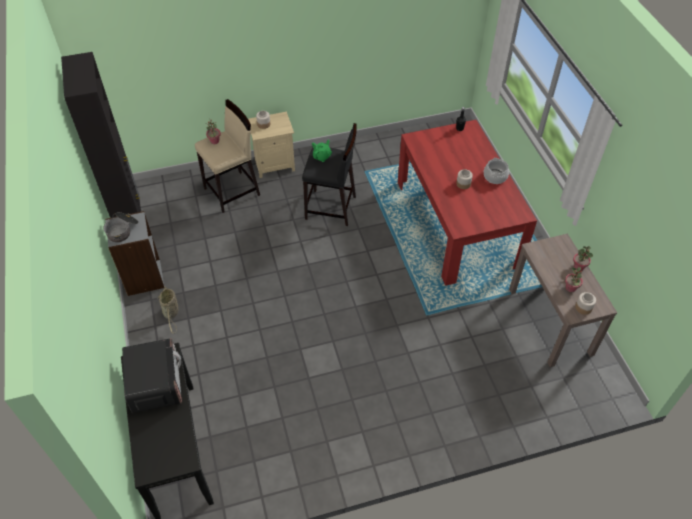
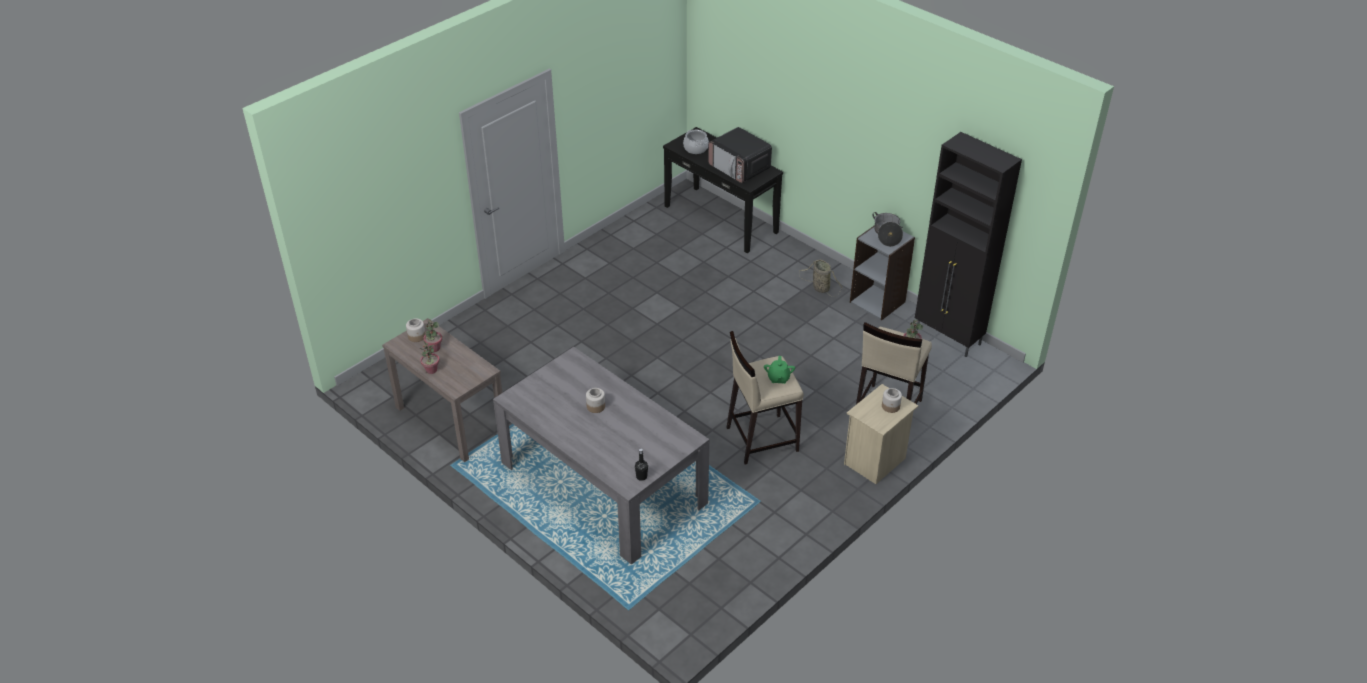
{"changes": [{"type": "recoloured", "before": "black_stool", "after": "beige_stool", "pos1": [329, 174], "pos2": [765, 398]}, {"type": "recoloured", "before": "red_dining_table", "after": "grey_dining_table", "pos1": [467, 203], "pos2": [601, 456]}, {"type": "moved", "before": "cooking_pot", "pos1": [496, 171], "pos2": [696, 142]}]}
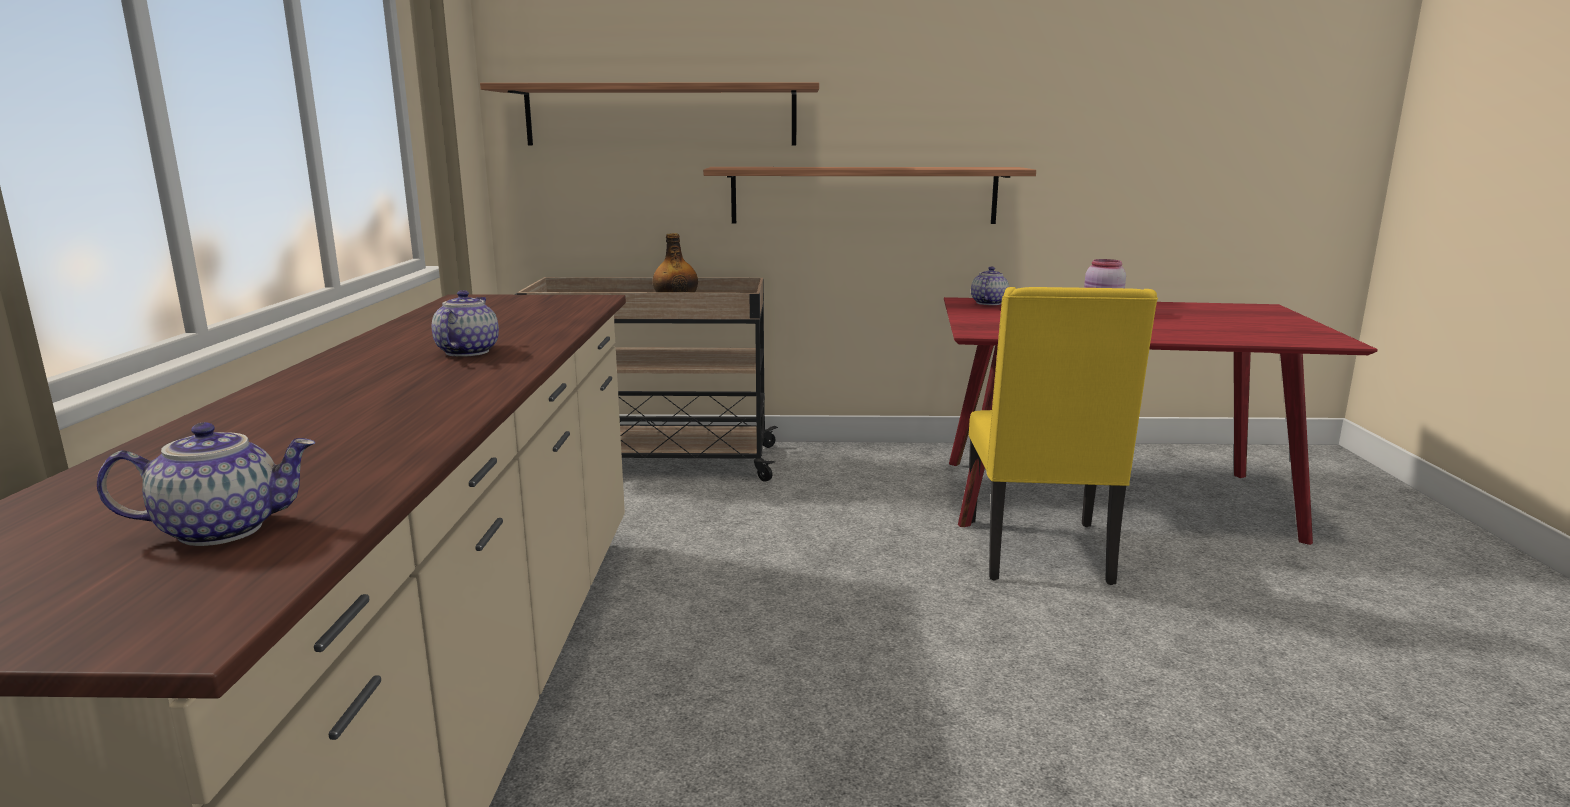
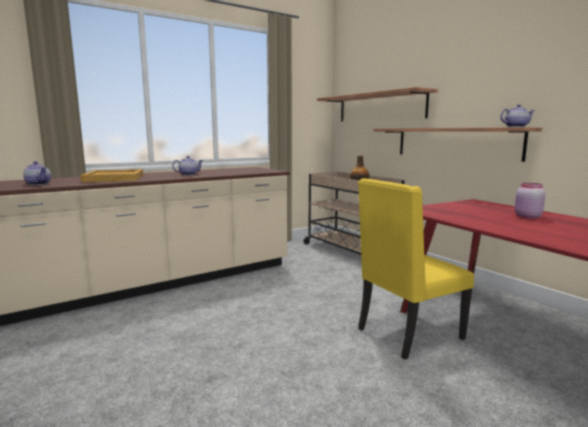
{"changes": [{"type": "moved", "before": "teapot", "pos1": [990, 285], "pos2": [517, 115]}, {"type": "added", "after": "beige_tray", "pos2": [112, 175]}]}
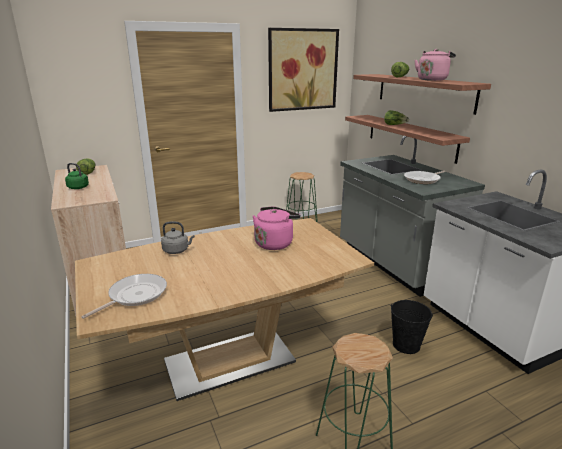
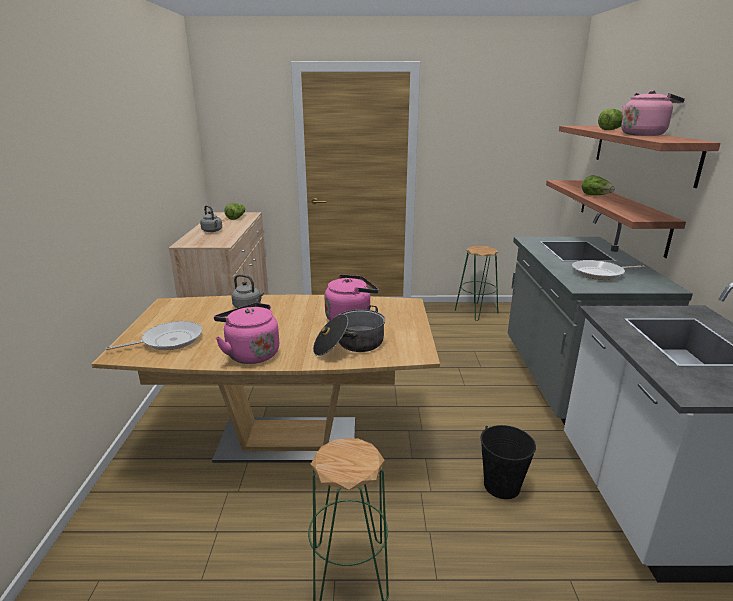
{"changes": [{"type": "recoloured", "before": "green_kettle", "after": "grey_kettle", "pos1": [77, 176], "pos2": [211, 218]}, {"type": "removed", "before": "picture", "pos1": [303, 70]}, {"type": "added", "after": "pink_kettle", "pos2": [246, 333]}, {"type": "added", "after": "cooking_pot", "pos2": [349, 330]}]}
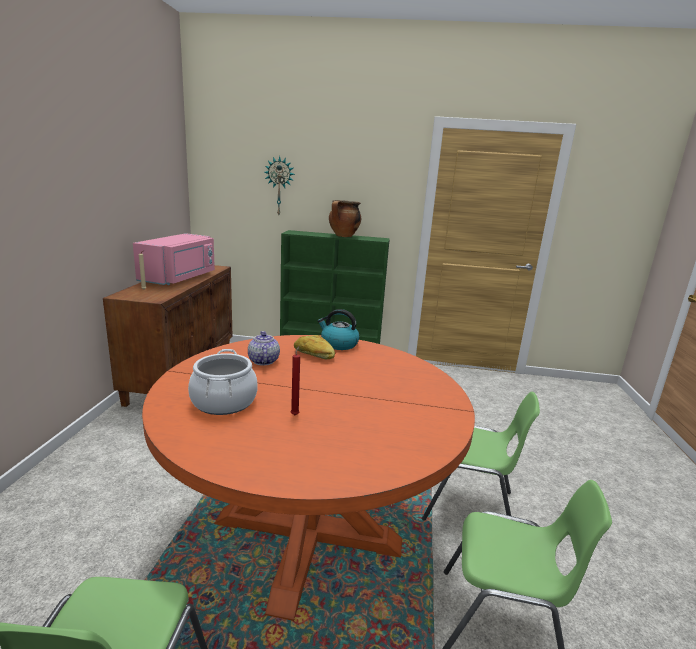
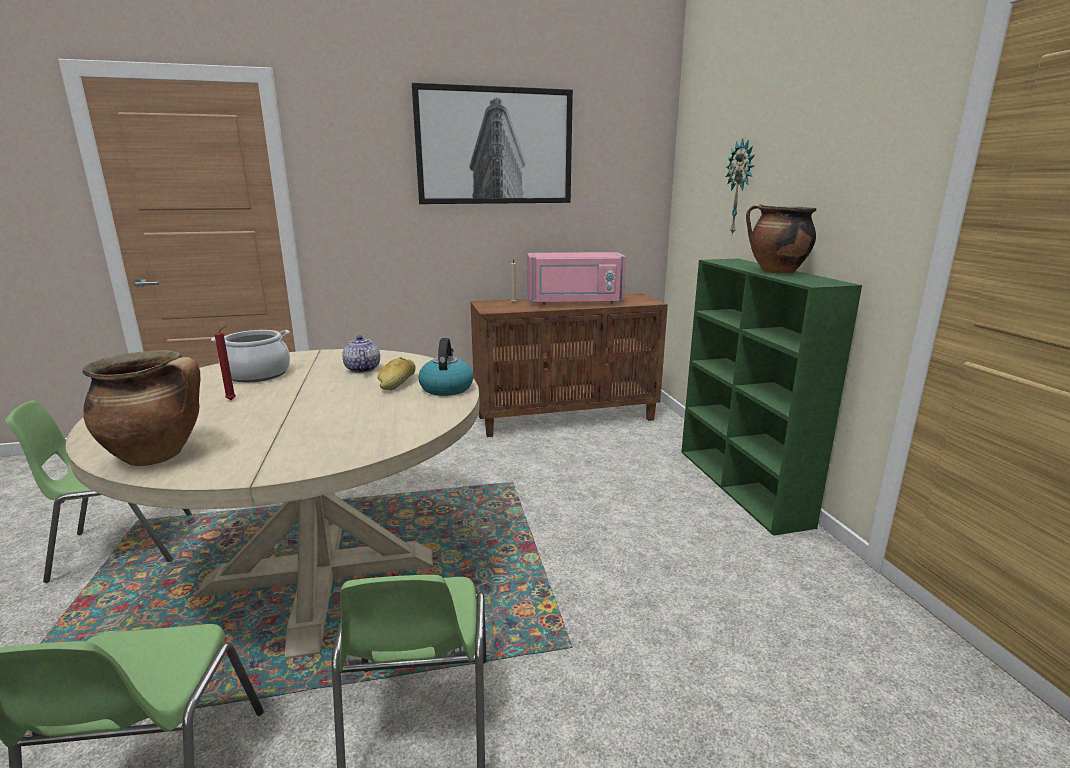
{"changes": [{"type": "recoloured", "before": "orange_dining_table", "after": "beige_dining_table", "pos1": [308, 478], "pos2": [273, 504]}, {"type": "turned", "before": "teapot", "pos1": [264, 348], "pos2": [361, 354], "turn": -75}, {"type": "added", "after": "cooking_pot", "pos2": [141, 408]}, {"type": "added", "after": "picture", "pos2": [492, 143]}]}
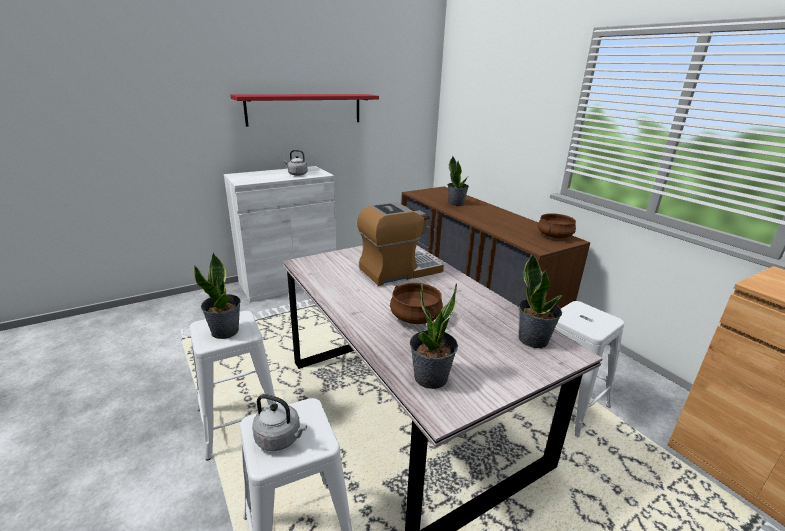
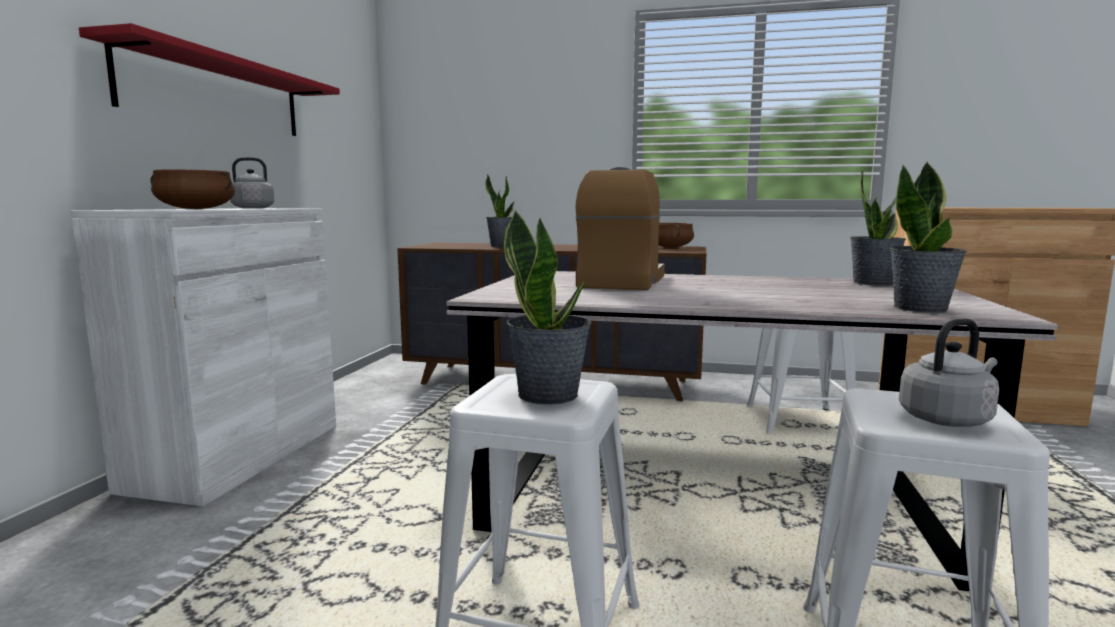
{"changes": [{"type": "moved", "before": "brown_cooking_pot", "pos1": [416, 303], "pos2": [192, 189]}]}
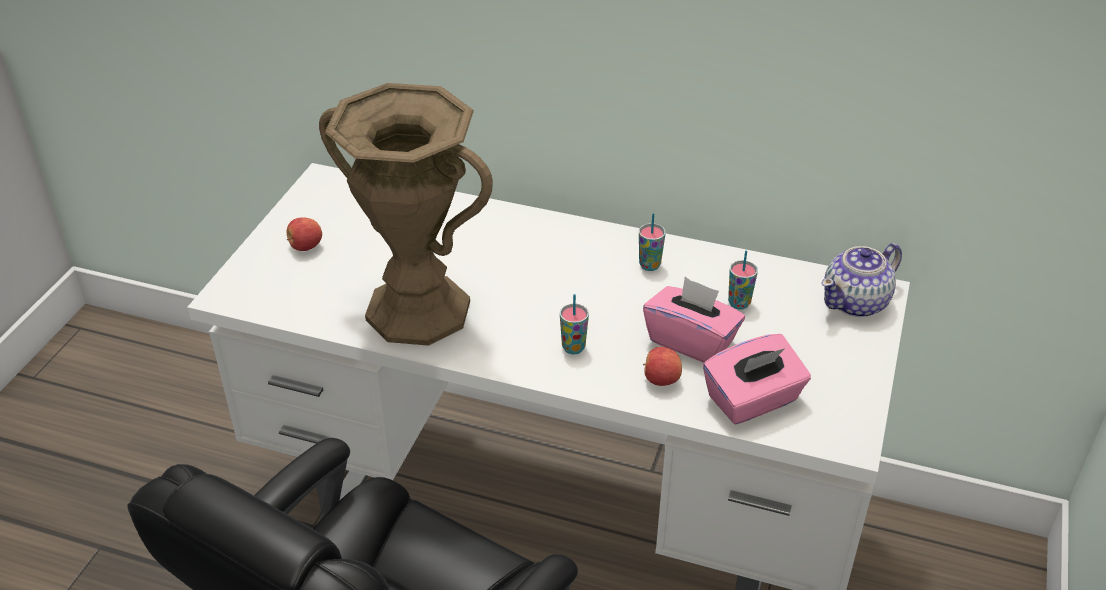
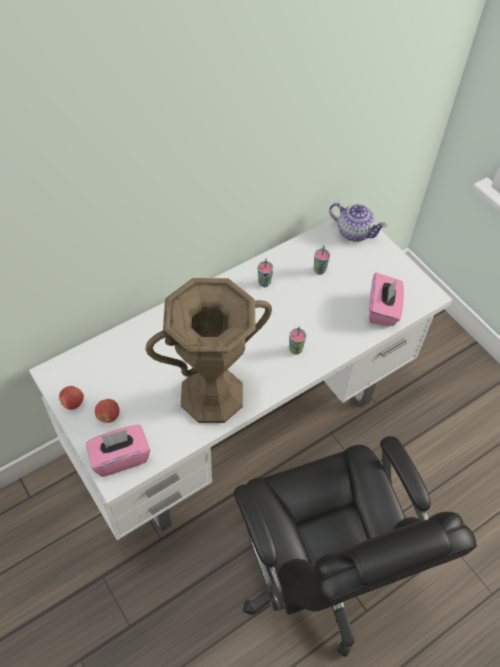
{"changes": [{"type": "moved", "before": "pink_tissue_box", "pos1": [694, 320], "pos2": [118, 451]}, {"type": "moved", "before": "apple", "pos1": [662, 366], "pos2": [71, 398]}, {"type": "turned", "before": "teapot", "pos1": [861, 280], "pos2": [358, 222], "turn": -60}]}
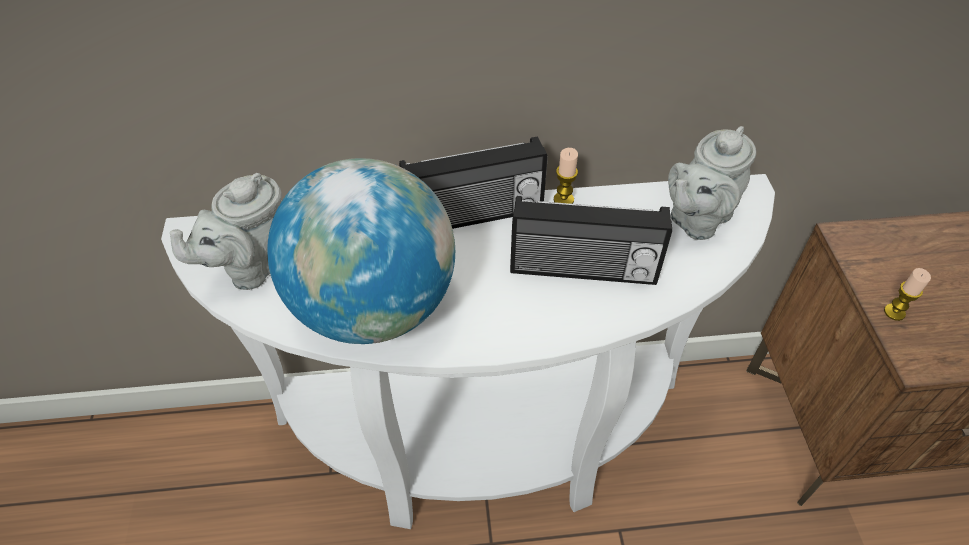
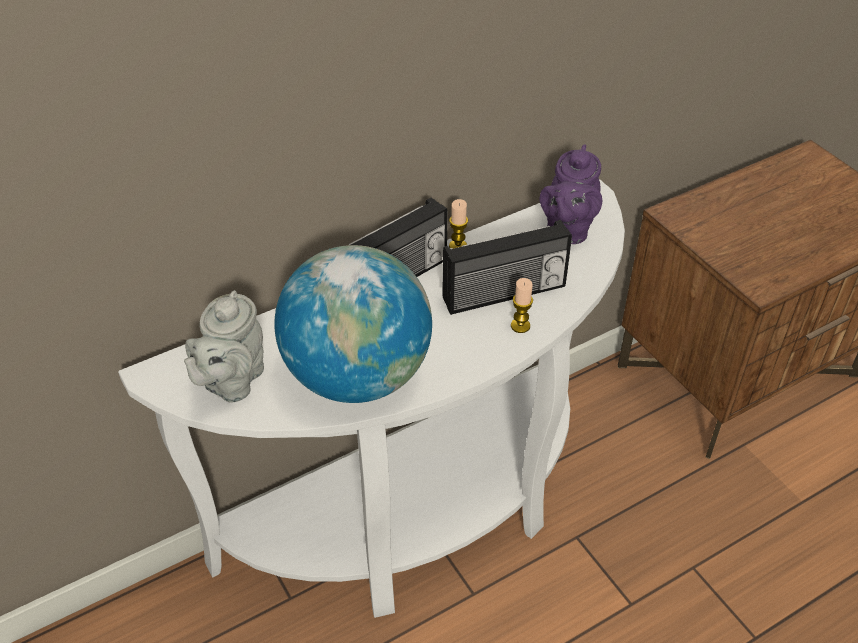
{"changes": [{"type": "recoloured", "before": "grey_teapot", "after": "purple_teapot", "pos1": [712, 183], "pos2": [571, 194]}, {"type": "moved", "before": "candle", "pos1": [907, 294], "pos2": [522, 305]}]}
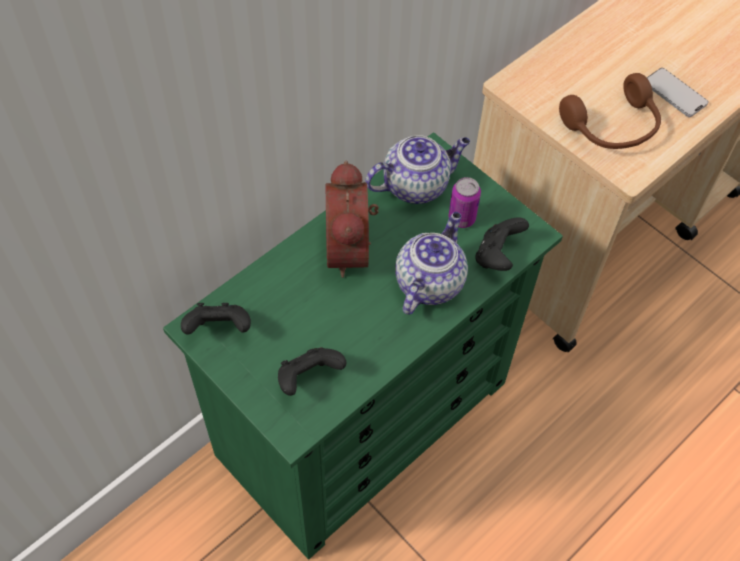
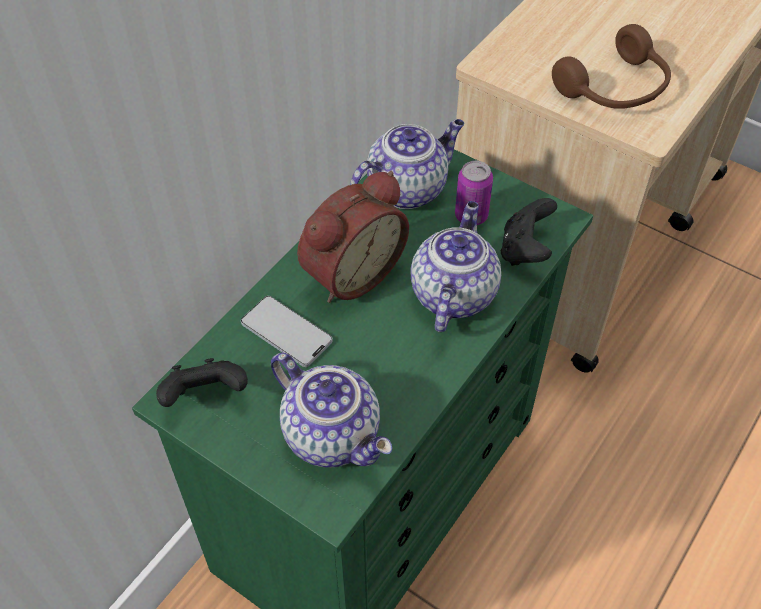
{"changes": [{"type": "replaced", "before": "black_game_controller", "after": "teapot", "pos1": [312, 371], "pos2": [331, 410]}, {"type": "turned", "before": "alarm_clock", "pos1": [352, 219], "pos2": [353, 237], "turn": -120}, {"type": "moved", "before": "phone", "pos1": [678, 92], "pos2": [287, 331]}]}
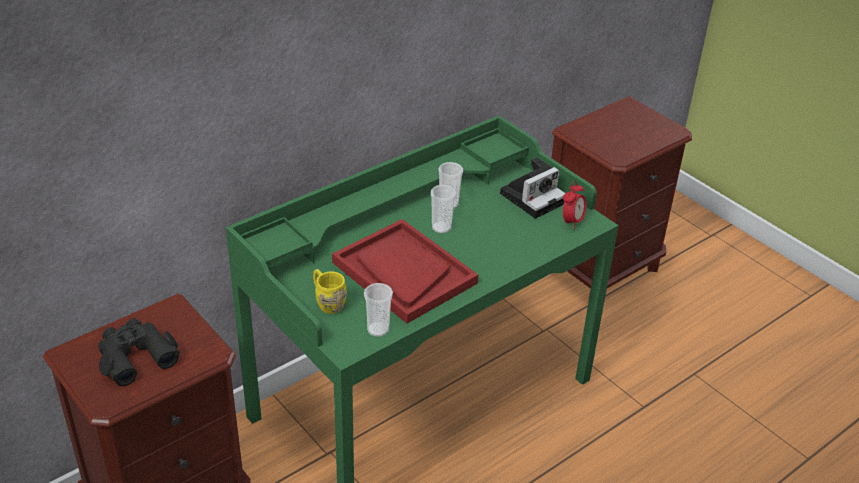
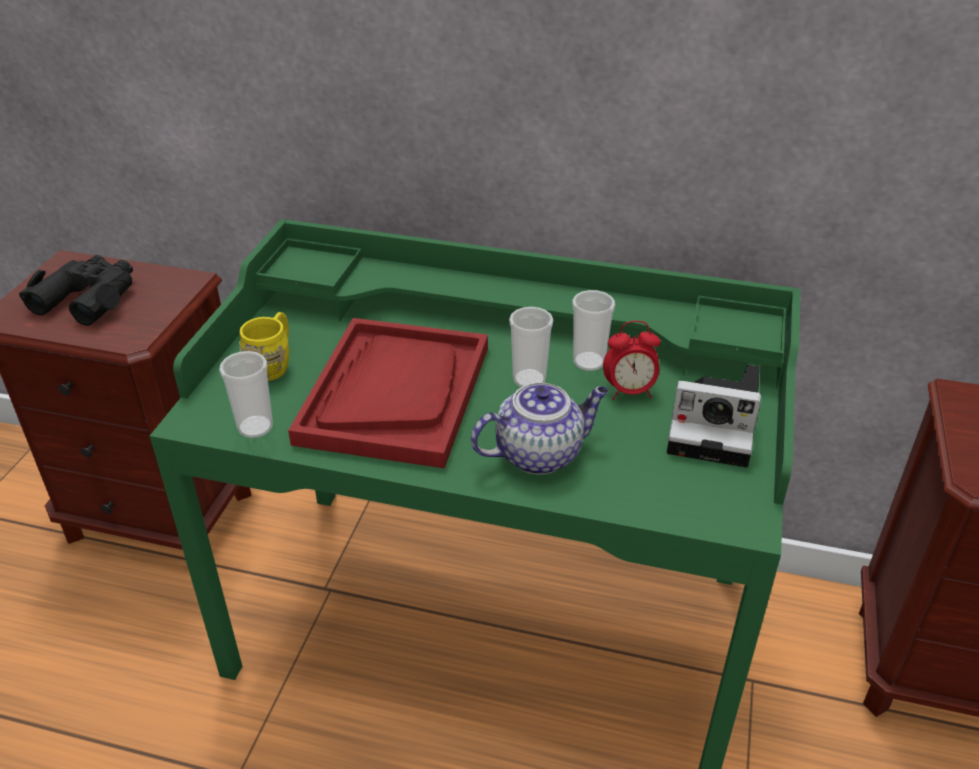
{"changes": [{"type": "moved", "before": "alarm_clock", "pos1": [574, 205], "pos2": [631, 360]}, {"type": "added", "after": "teapot", "pos2": [540, 429]}]}
